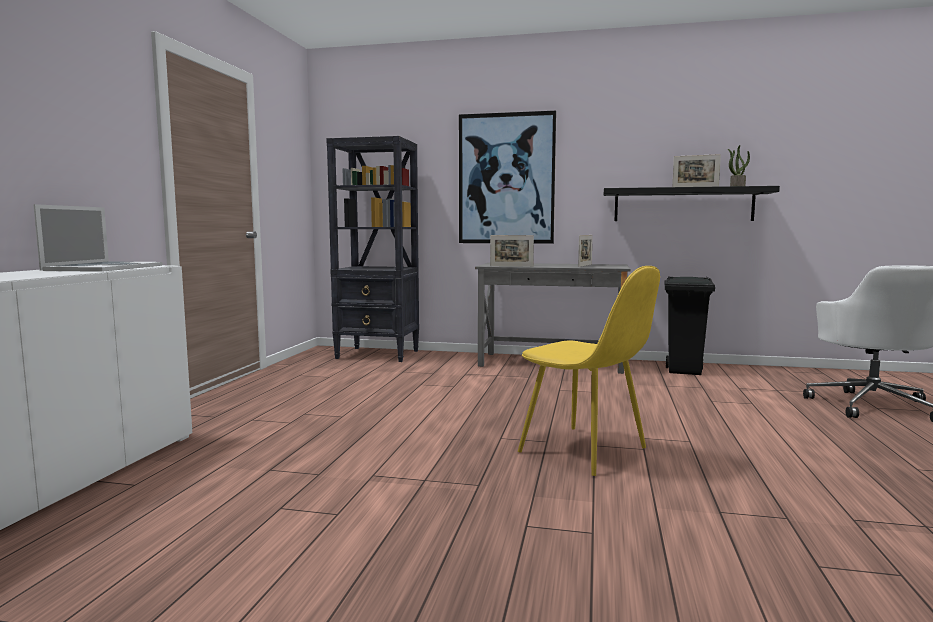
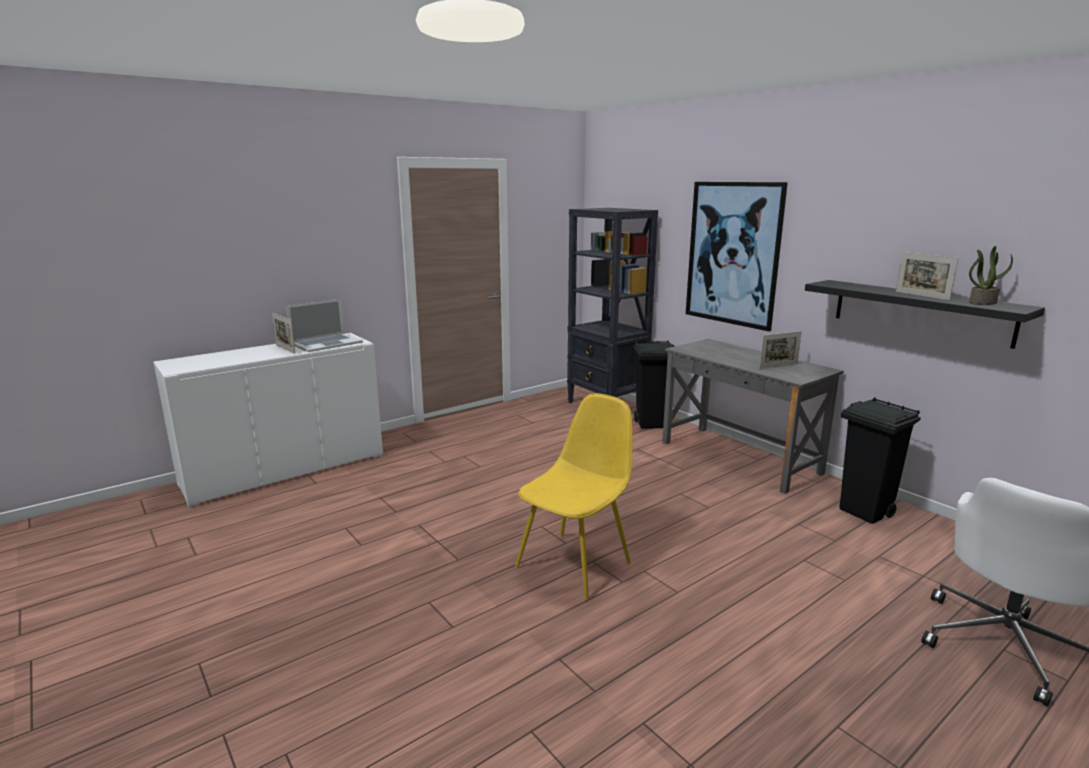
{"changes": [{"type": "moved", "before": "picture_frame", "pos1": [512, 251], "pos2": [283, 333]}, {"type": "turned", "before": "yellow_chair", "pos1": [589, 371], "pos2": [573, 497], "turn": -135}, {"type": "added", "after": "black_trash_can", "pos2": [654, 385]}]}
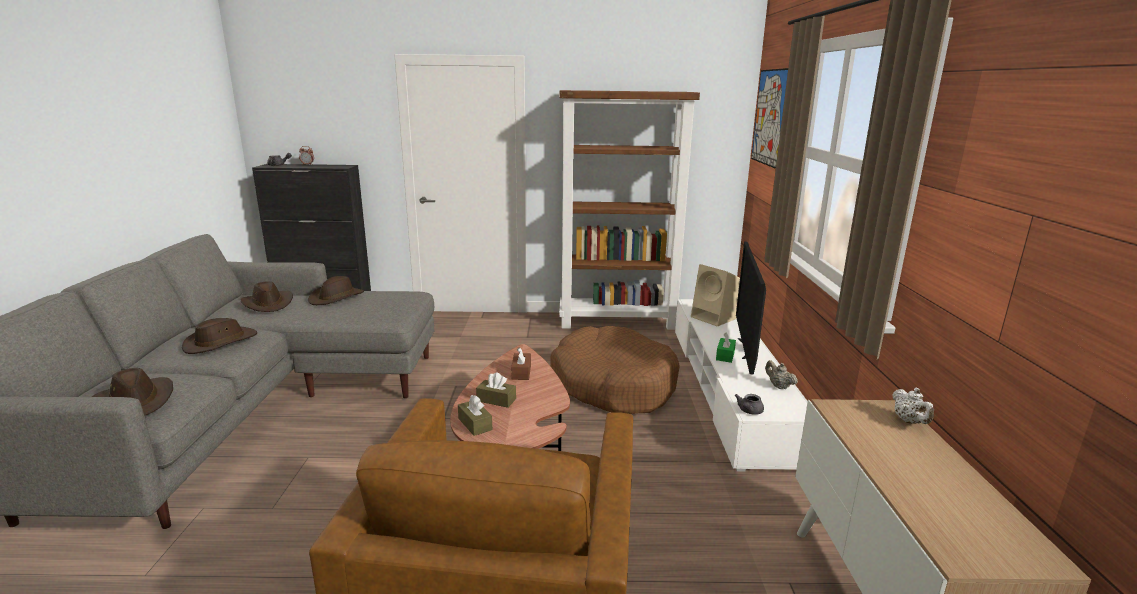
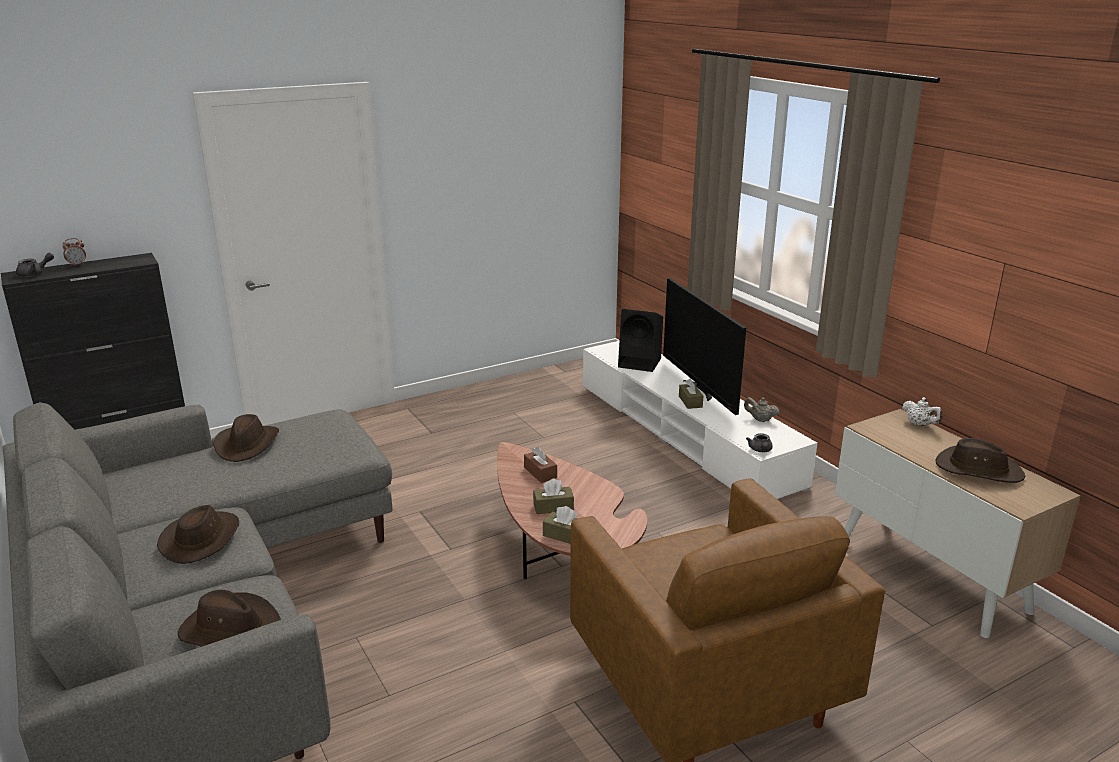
{"changes": [{"type": "moved", "before": "brown_hat", "pos1": [266, 296], "pos2": [980, 460]}, {"type": "removed", "before": "brown_dog_bed", "pos1": [615, 370]}, {"type": "removed", "before": "brown_bookcase", "pos1": [629, 210]}, {"type": "recoloured", "before": "beige_speaker", "after": "black_speaker", "pos1": [715, 295], "pos2": [640, 340]}, {"type": "recoloured", "before": "green_tissue_box", "after": "brown_tissue_box", "pos1": [726, 347], "pos2": [691, 394]}, {"type": "removed", "before": "picture", "pos1": [769, 118]}]}
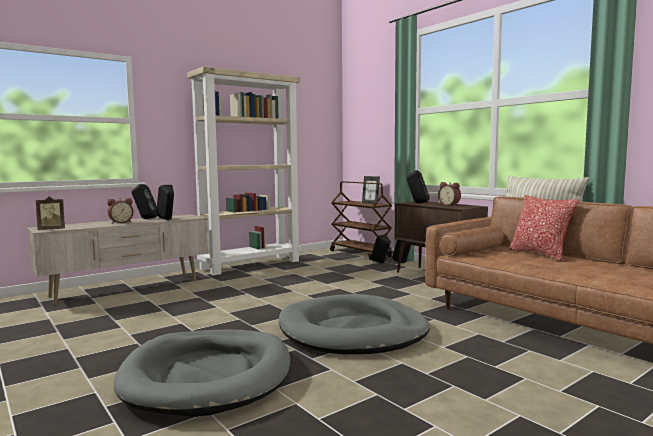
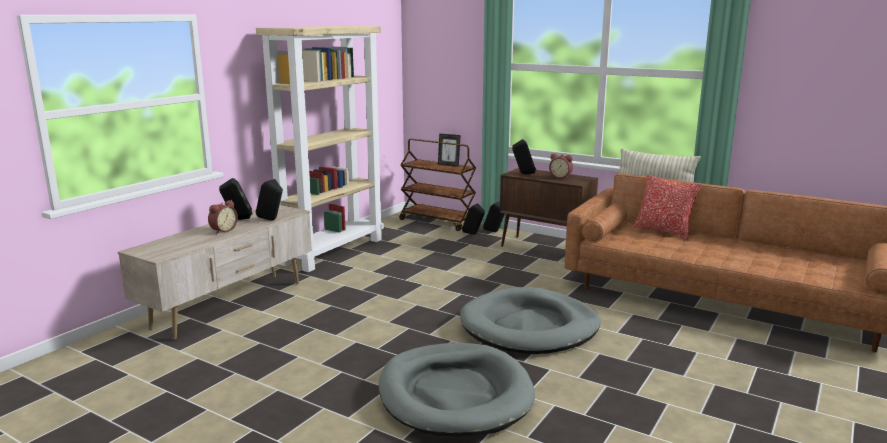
{"changes": [{"type": "removed", "before": "picture_frame", "pos1": [50, 213]}]}
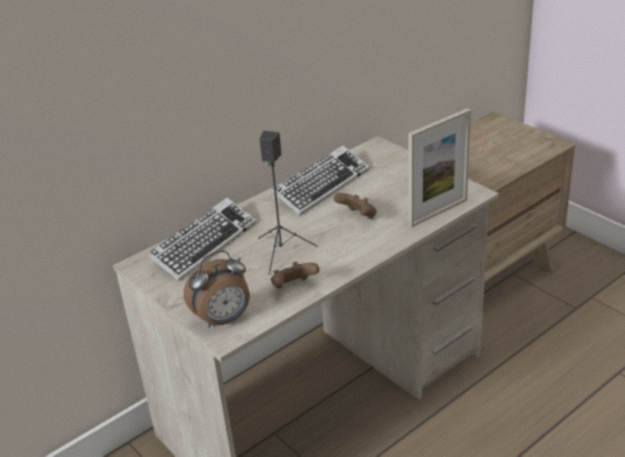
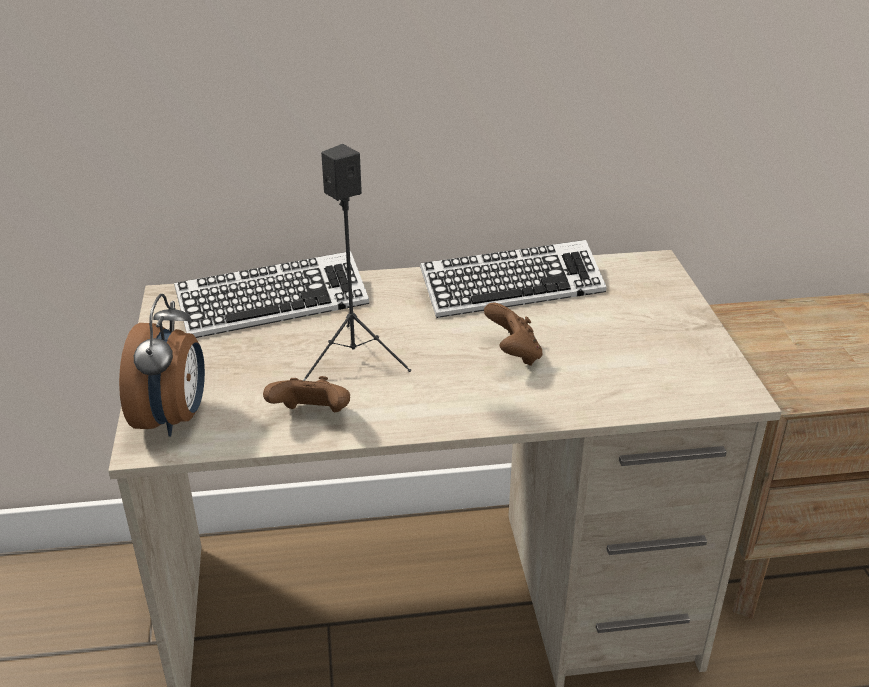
{"changes": [{"type": "turned", "before": "alarm_clock", "pos1": [217, 288], "pos2": [162, 365], "turn": -90}, {"type": "removed", "before": "picture_frame", "pos1": [439, 167]}]}
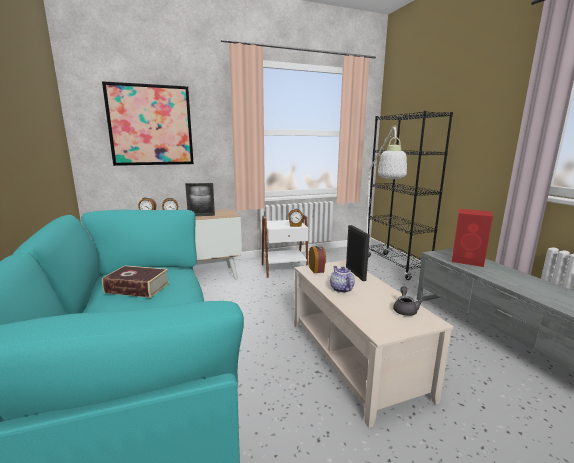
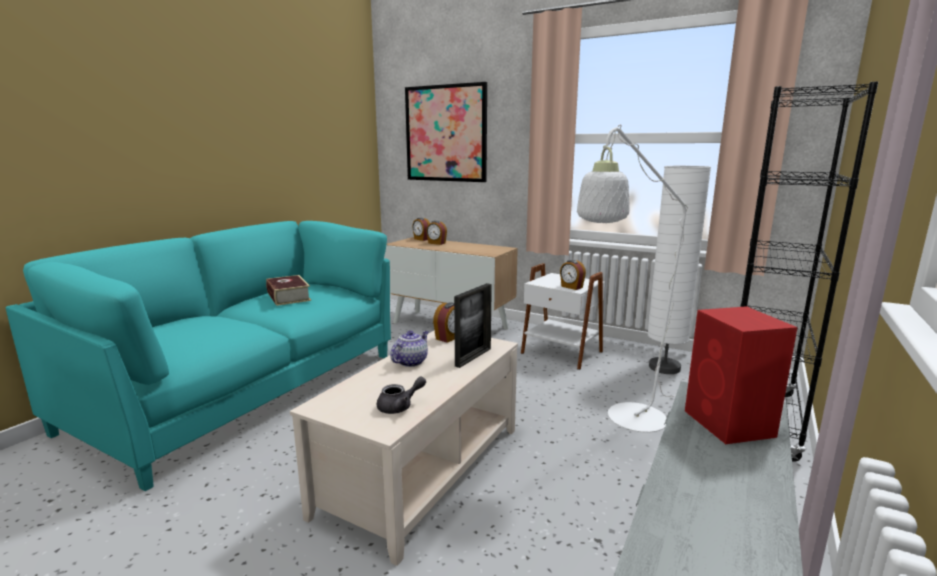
{"changes": [{"type": "removed", "before": "picture_frame", "pos1": [200, 199]}, {"type": "added", "after": "white_floor_lamp", "pos2": [679, 270]}]}
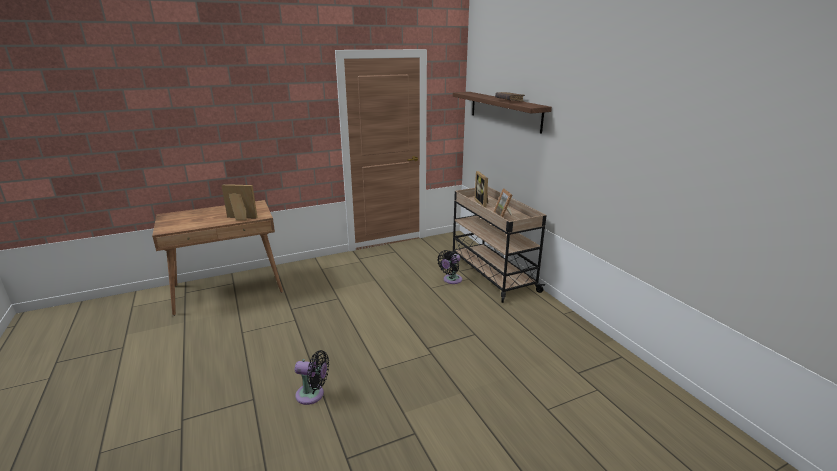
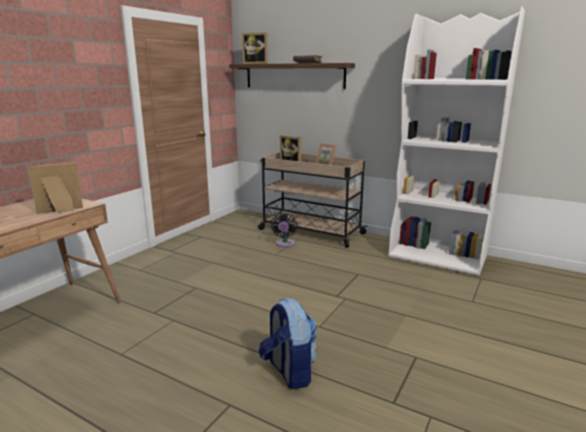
{"changes": [{"type": "replaced", "before": "black_fan", "after": "backpack", "pos1": [312, 377], "pos2": [288, 343]}, {"type": "added", "after": "picture_frame", "pos2": [255, 48]}, {"type": "added", "after": "white_bookcase", "pos2": [457, 140]}]}
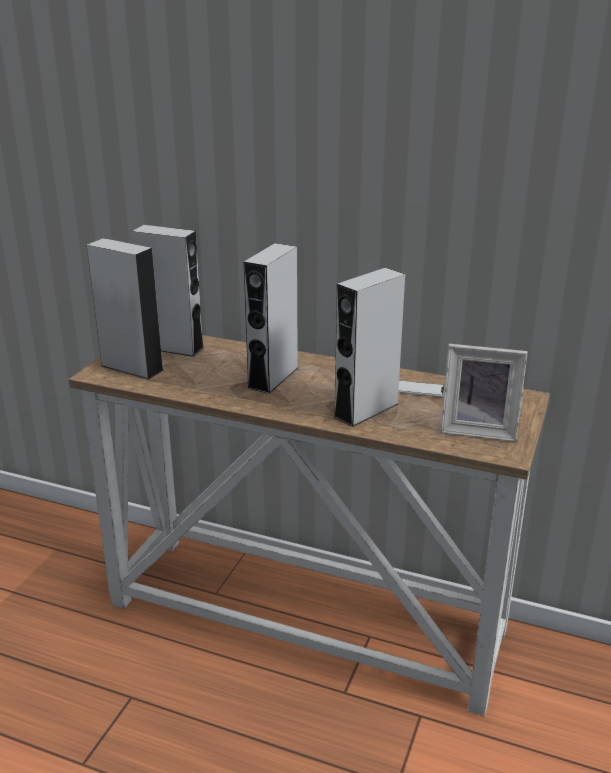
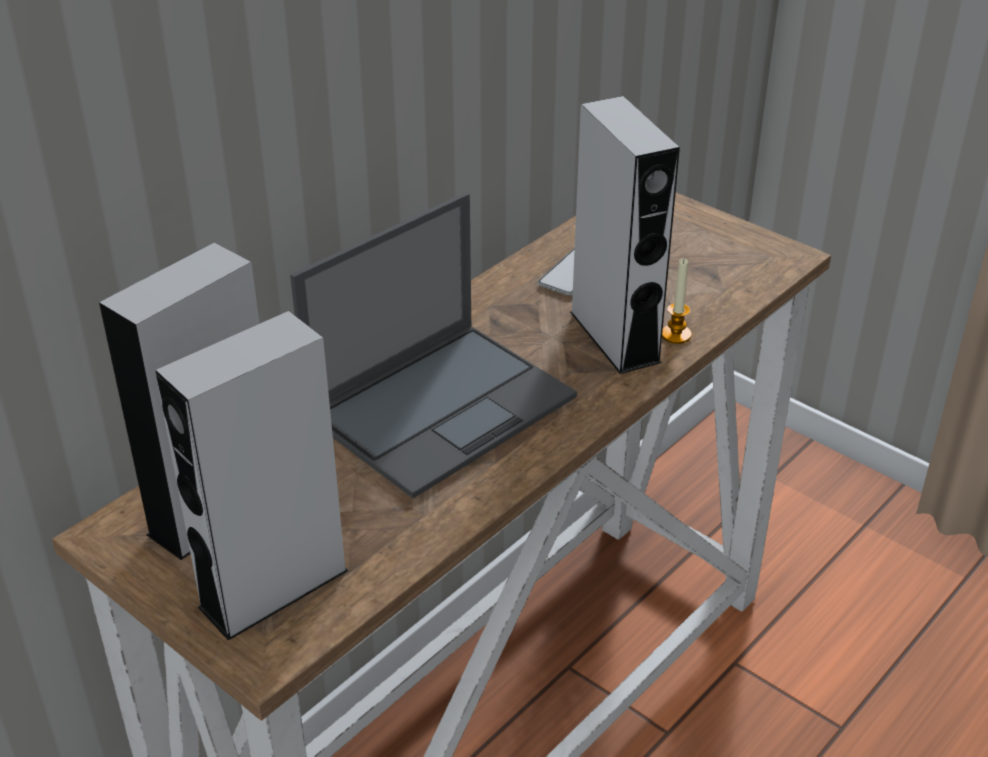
{"changes": [{"type": "replaced", "before": "grey_speaker", "after": "laptop", "pos1": [270, 318], "pos2": [433, 345]}, {"type": "removed", "before": "picture_frame", "pos1": [484, 393]}, {"type": "added", "after": "candle", "pos2": [677, 301]}]}
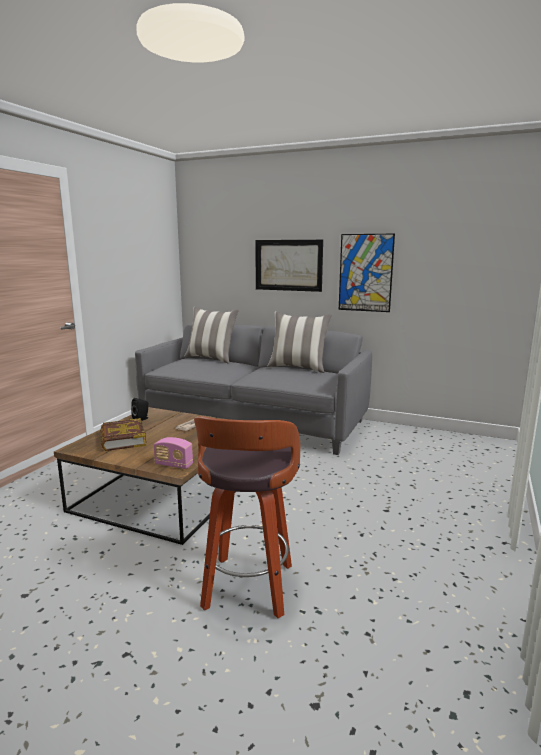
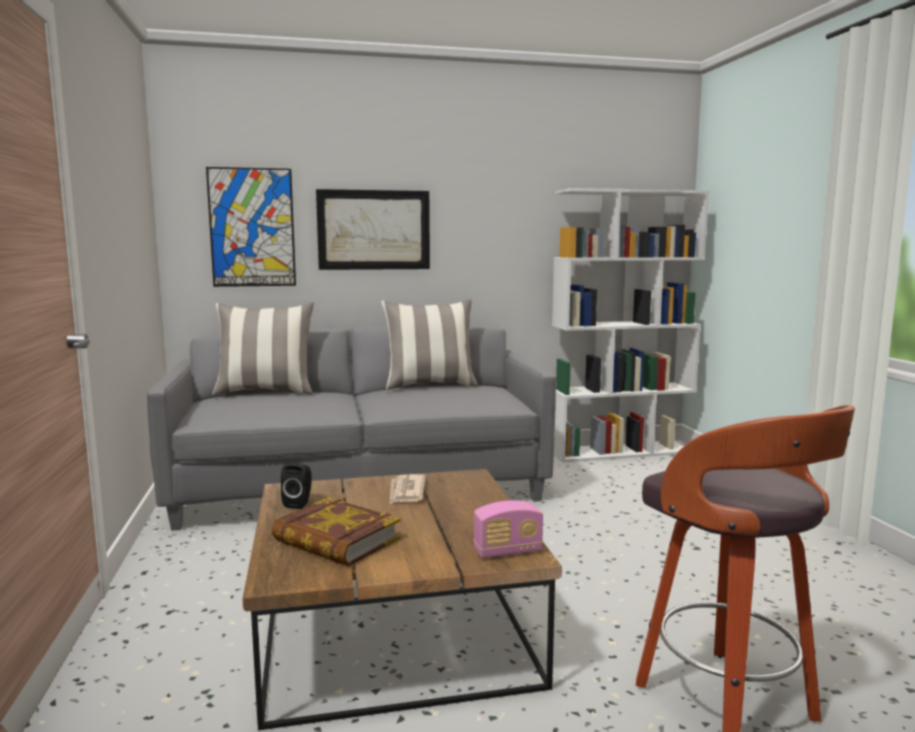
{"changes": [{"type": "moved", "before": "picture", "pos1": [367, 273], "pos2": [251, 227]}, {"type": "added", "after": "white_bookcase", "pos2": [630, 325]}]}
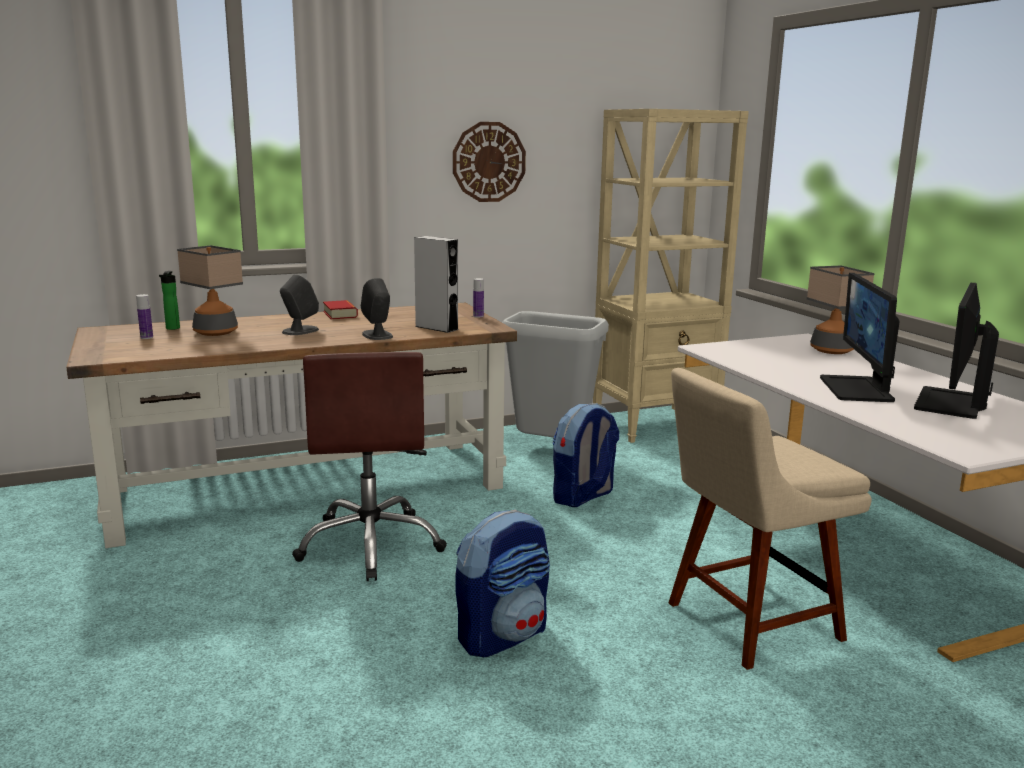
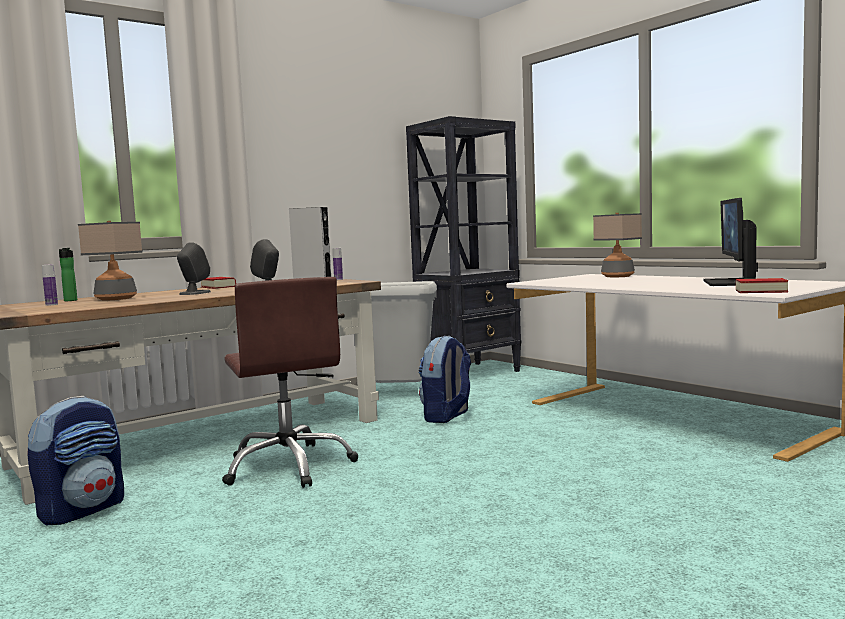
{"changes": [{"type": "removed", "before": "wall_clock", "pos1": [489, 162]}, {"type": "moved", "before": "backpack", "pos1": [503, 583], "pos2": [75, 460]}, {"type": "recoloured", "before": "beige_bookcase", "after": "black_bookcase", "pos1": [671, 276], "pos2": [463, 244]}, {"type": "removed", "before": "beige_chair", "pos1": [770, 519]}, {"type": "removed", "before": "monitor", "pos1": [859, 337]}, {"type": "added", "after": "book", "pos2": [762, 285]}]}
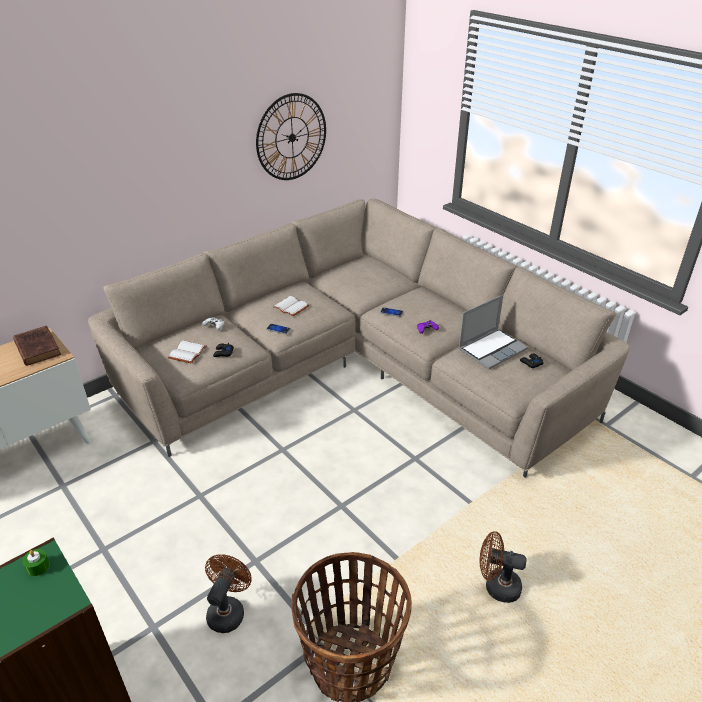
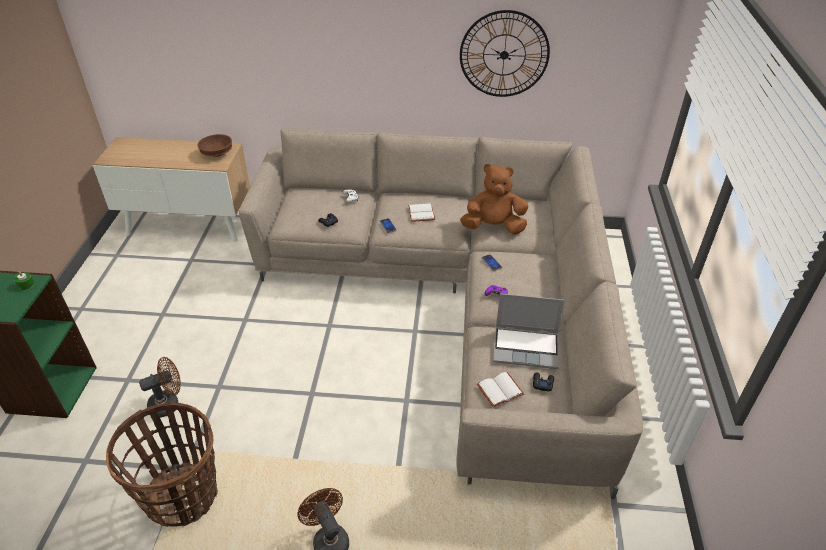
{"changes": [{"type": "replaced", "before": "brown_book", "after": "brown_bowl", "pos1": [37, 346], "pos2": [214, 145]}, {"type": "moved", "before": "white_book", "pos1": [187, 352], "pos2": [500, 389]}, {"type": "added", "after": "brown_plush_toy", "pos2": [494, 199]}]}
